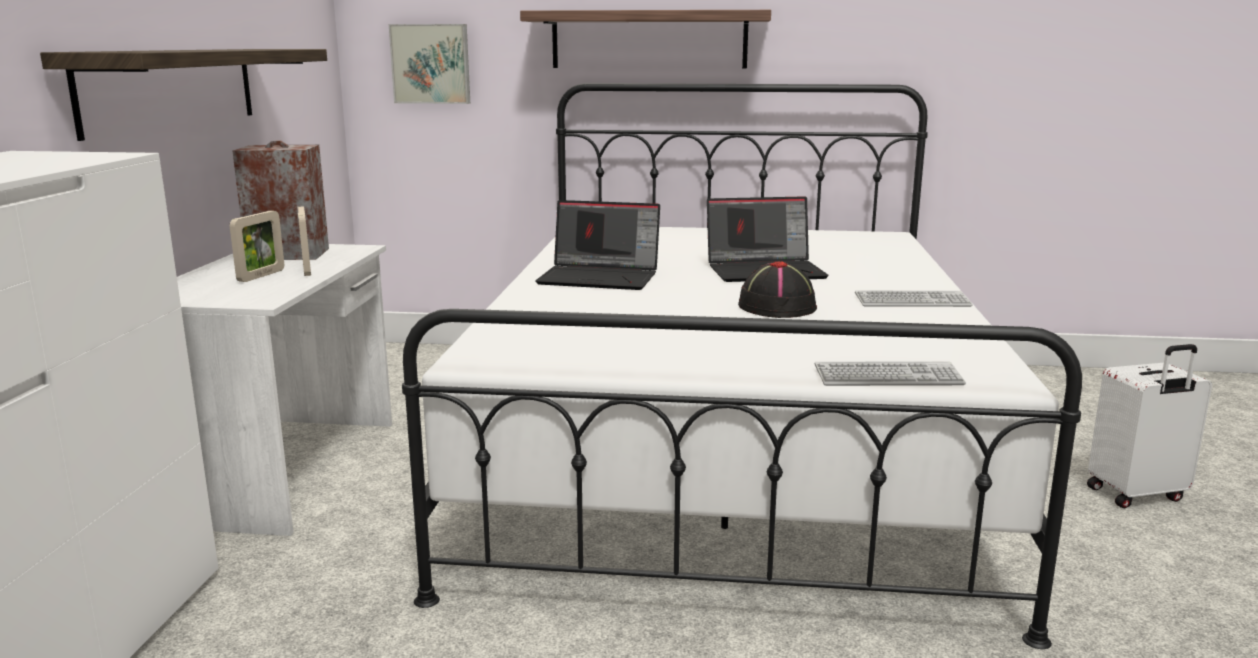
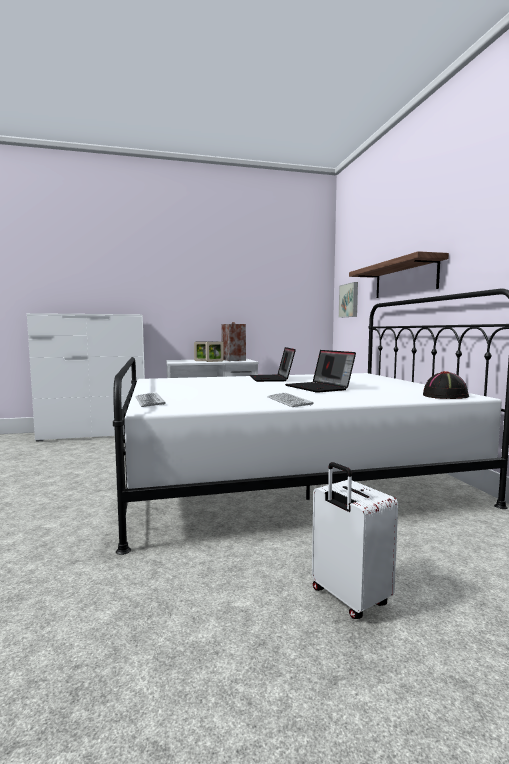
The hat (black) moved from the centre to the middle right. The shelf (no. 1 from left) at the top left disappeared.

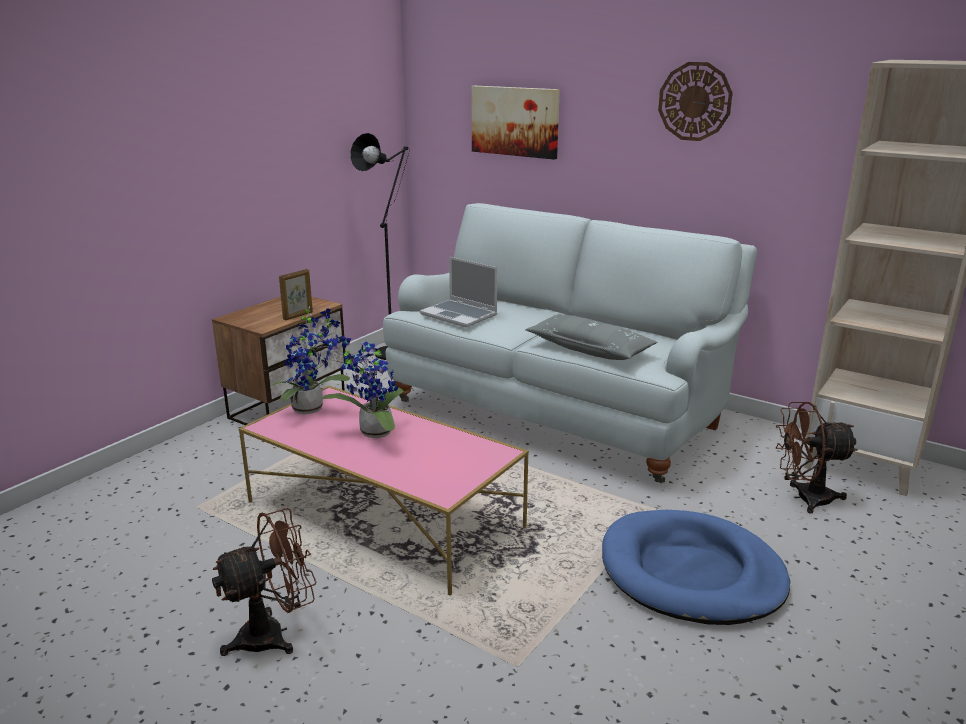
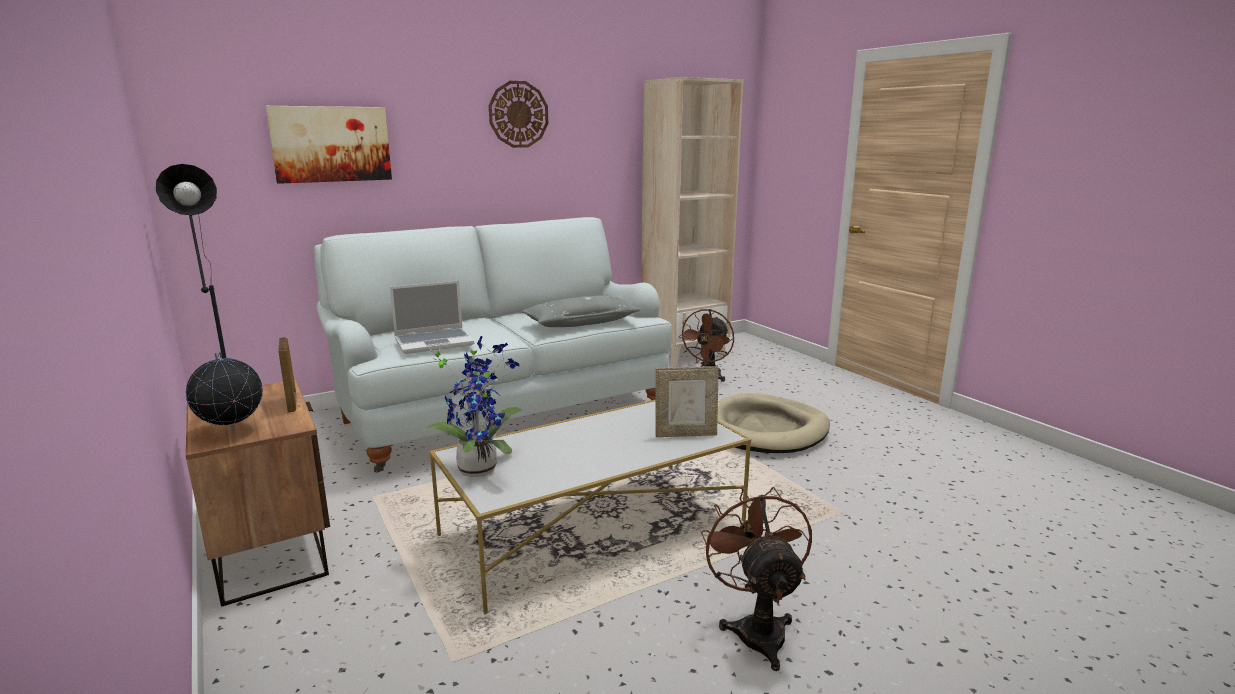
The globe at the middle left appeared. The coffee table (pink) at the bottom centre became the coffee table (white) at the bottom centre. The picture frame (no. 2 from left) at the centre appeared. The dog bed (blue) at the bottom right became the dog bed (beige) at the centre. The potted plant (no. 2 from left) at the centre disappeared.

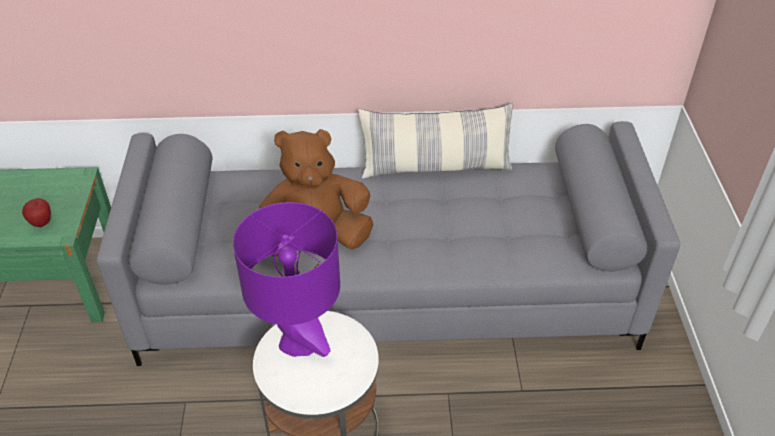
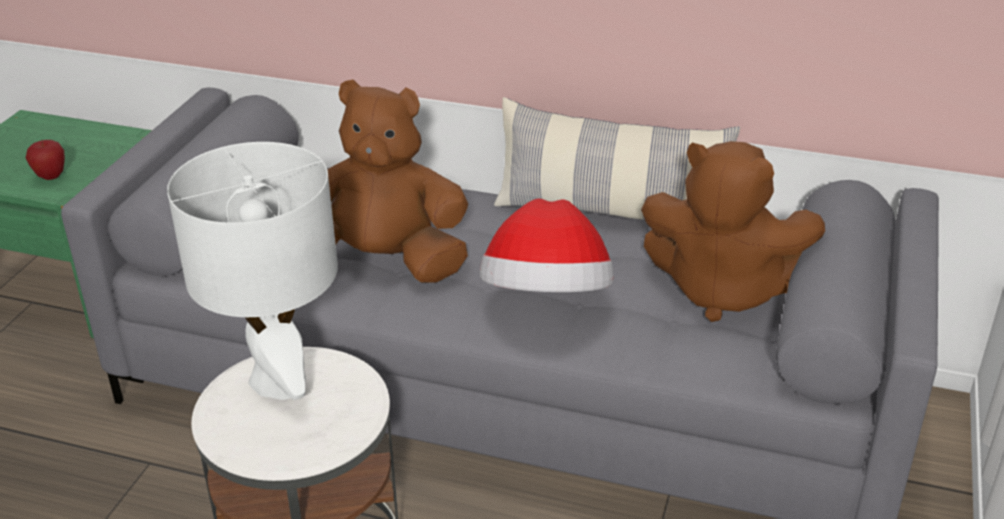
The table lamp (purple) at the centre became the table lamp (white) at the middle left. The hat at the centre appeared. The plush toy (brown) (no. 2 from left) at the middle right appeared.

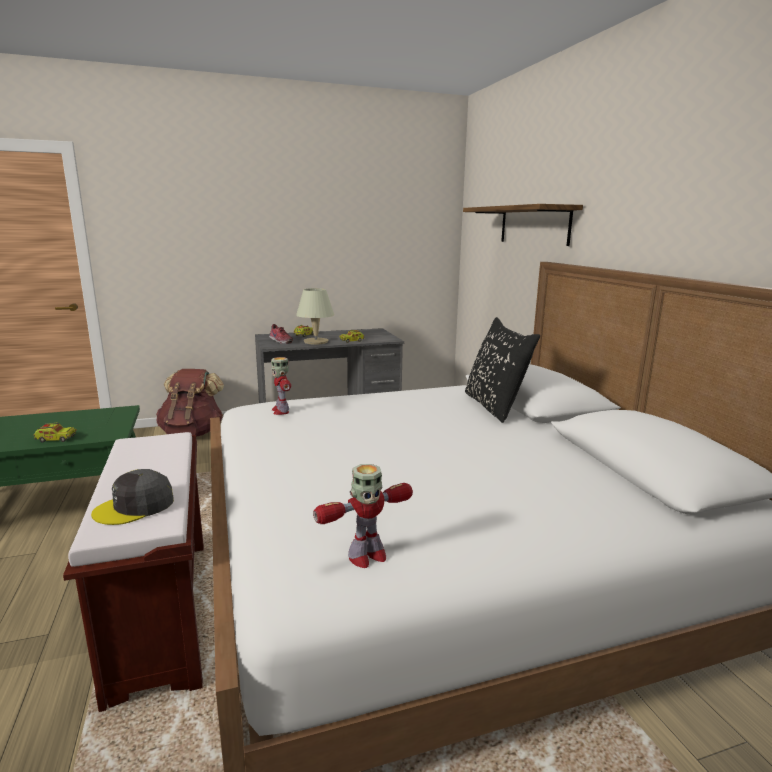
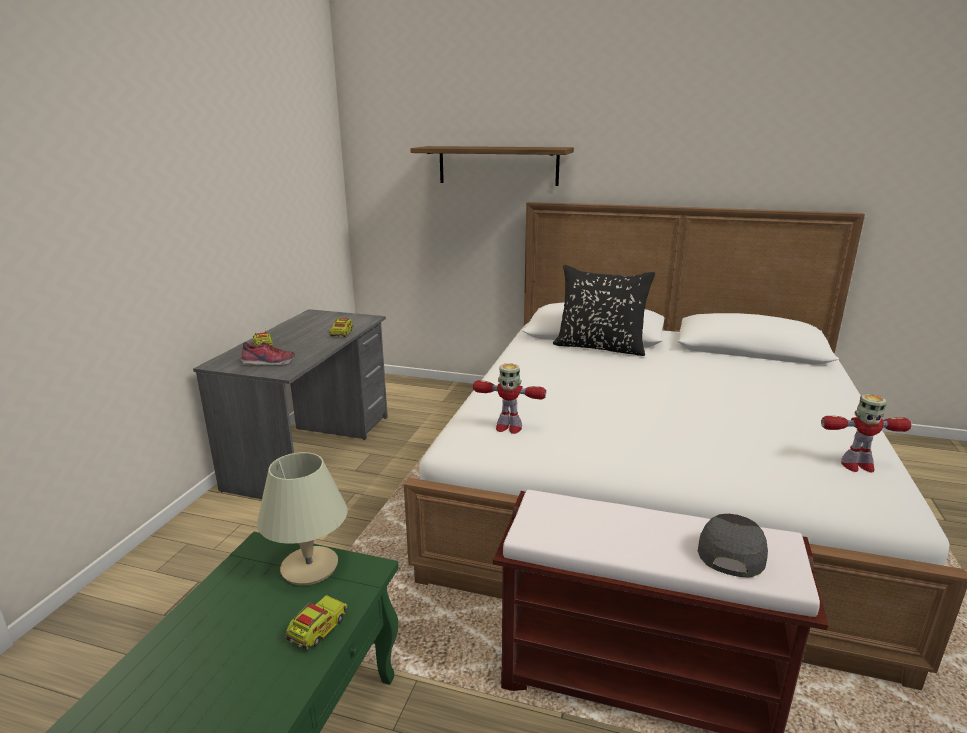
The table lamp (beige) moved from the centre to the bottom left. The cap (grey) at the middle left turned 150 degrees counterclockwise. The toy robot (no. 2 from left) at the bottom centre turned 90 degrees clockwise. The backpack (brown) at the middle left disappeared.

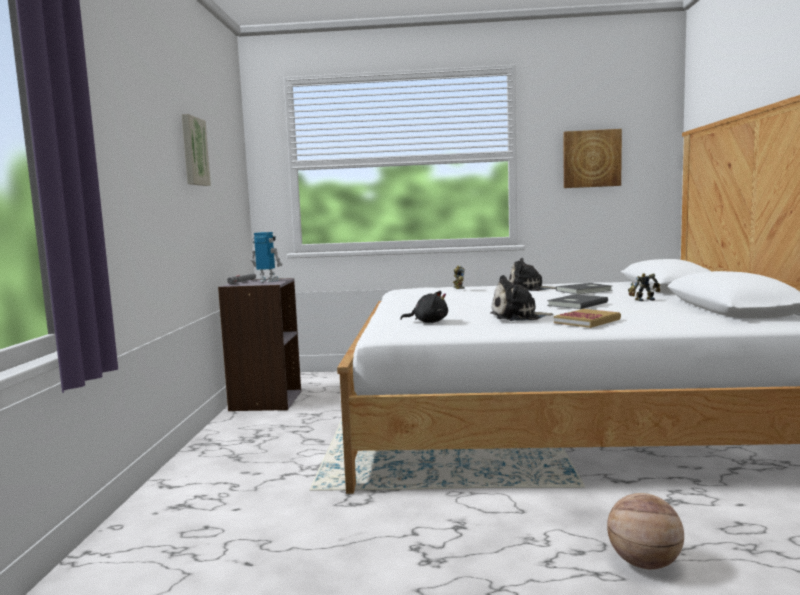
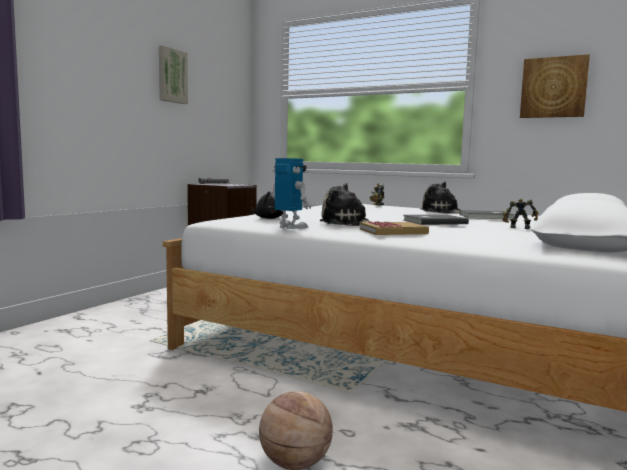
The toy robot (no. 1 from left) moved from the middle left to the centre.

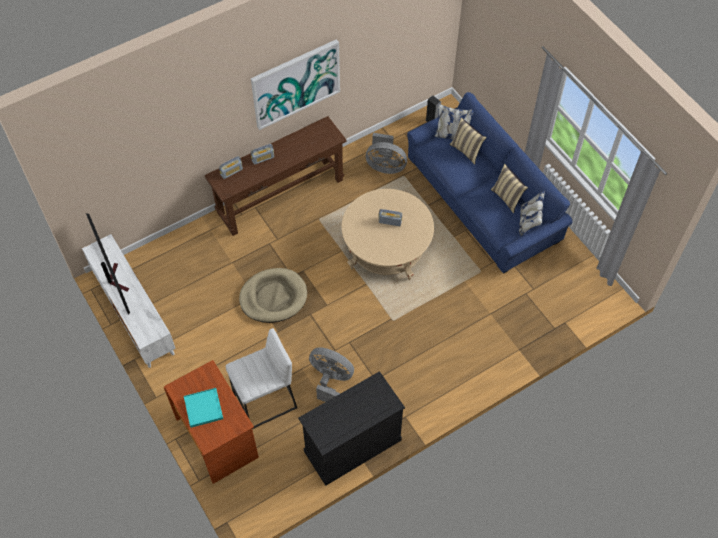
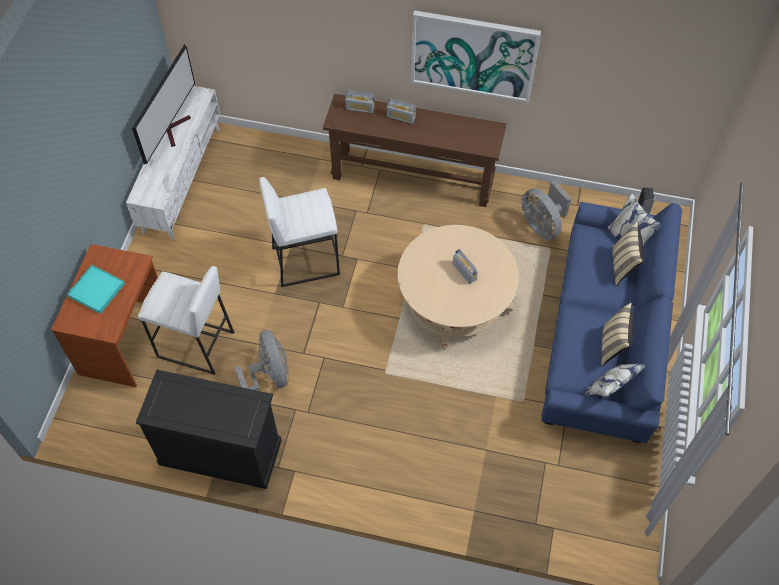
The dog bed (beige) at the centre was replaced by the stool (white) (no. 2 from left) at the centre.

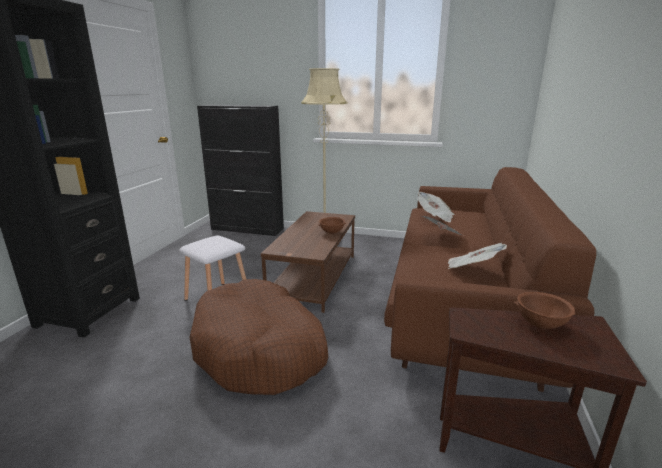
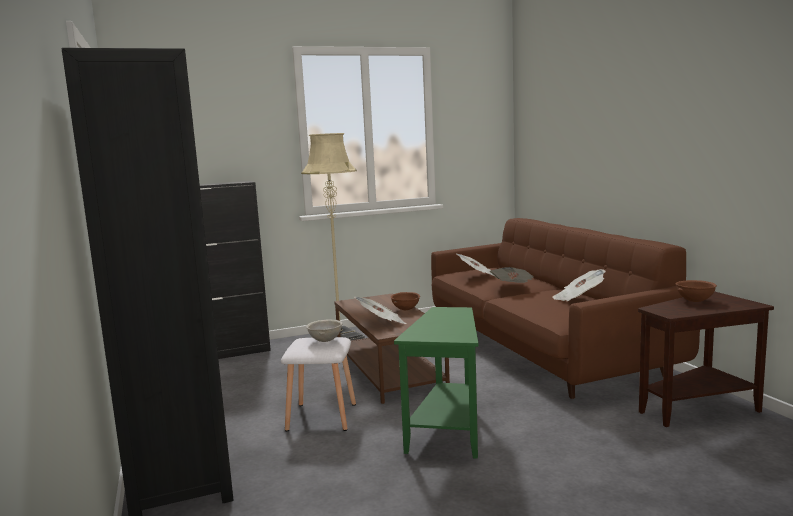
The bowl (grey) at the centre appeared. The newspaper (no. 1 from left) at the centre appeared. The dog bed (brown) at the bottom centre was replaced by the side table (green) at the bottom centre.

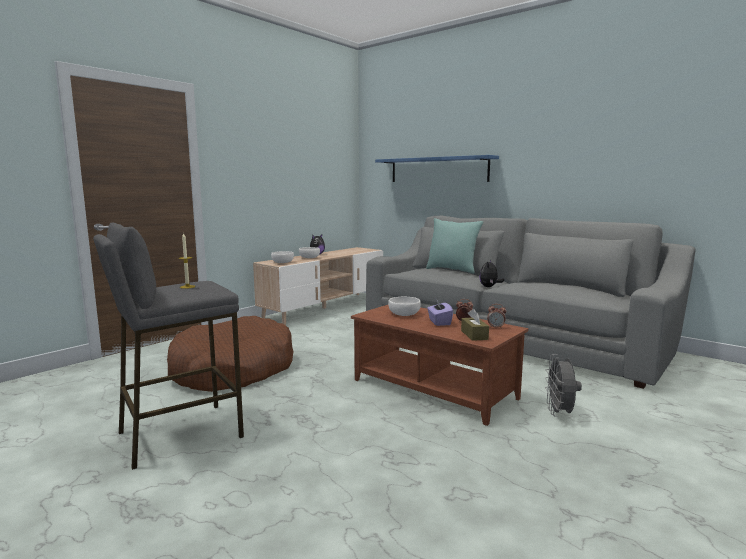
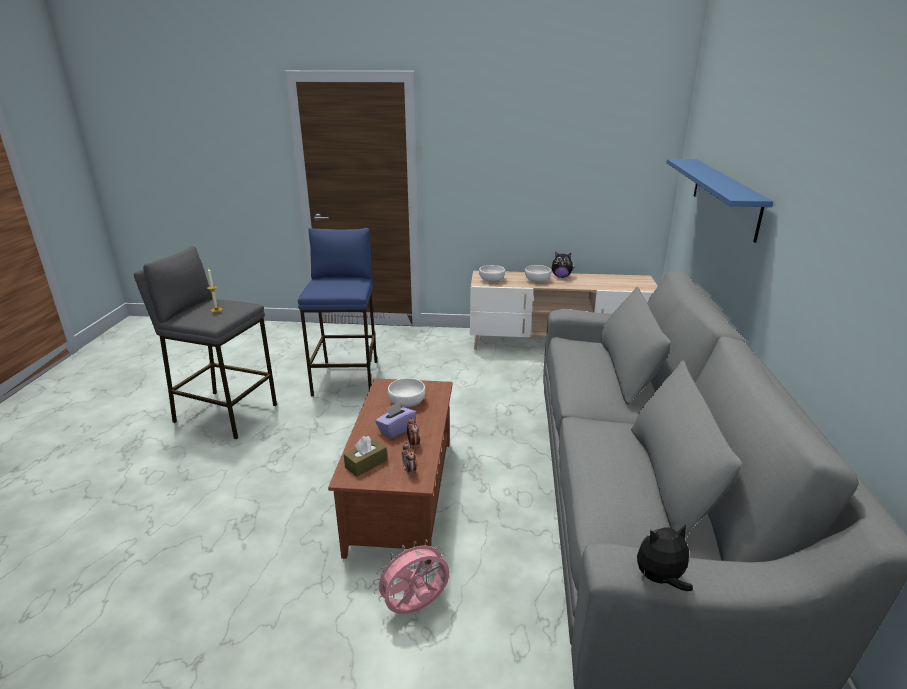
The dog bed (brown) at the middle left was replaced by the stool (blue) at the centre. The fan (grey) at the bottom right became the fan (pink) at the bottom centre. The plush toy (no. 2 from left) moved from the centre to the bottom right. The pillow (turquoise) at the centre disappeared.

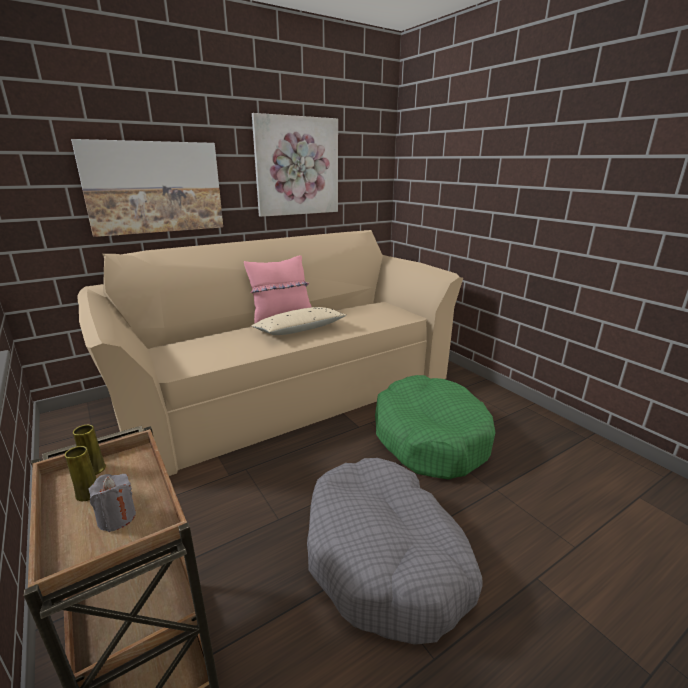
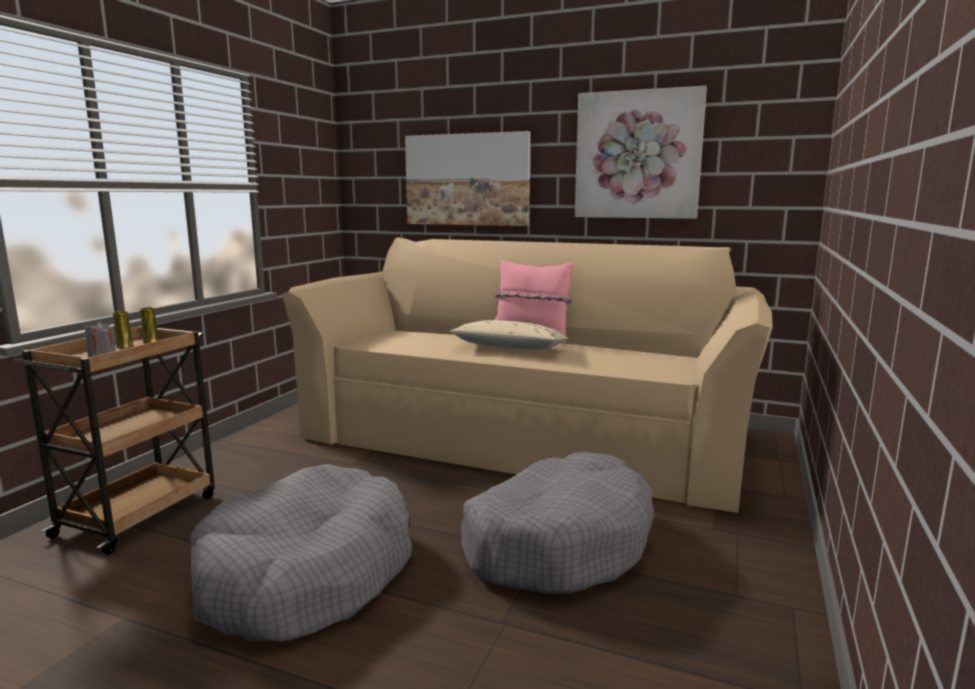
The dog bed (green) at the centre became the dog bed (grey) (no. 2 from left) at the bottom centre.

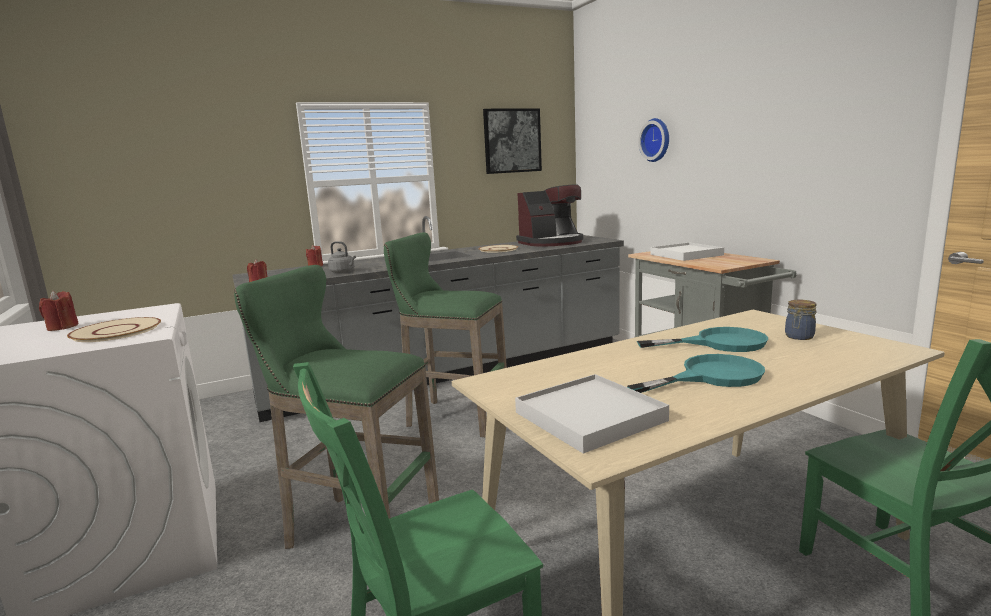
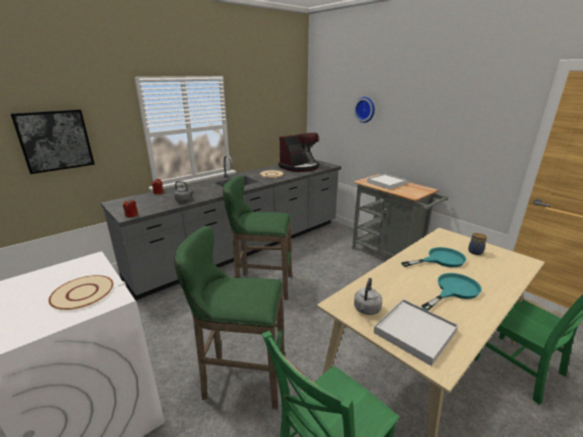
The picture moved from the top centre to the top left. The kettle (grey) (no. 2 from left) at the bottom centre appeared. The candle (red) (no. 1 from left) at the middle left disappeared.

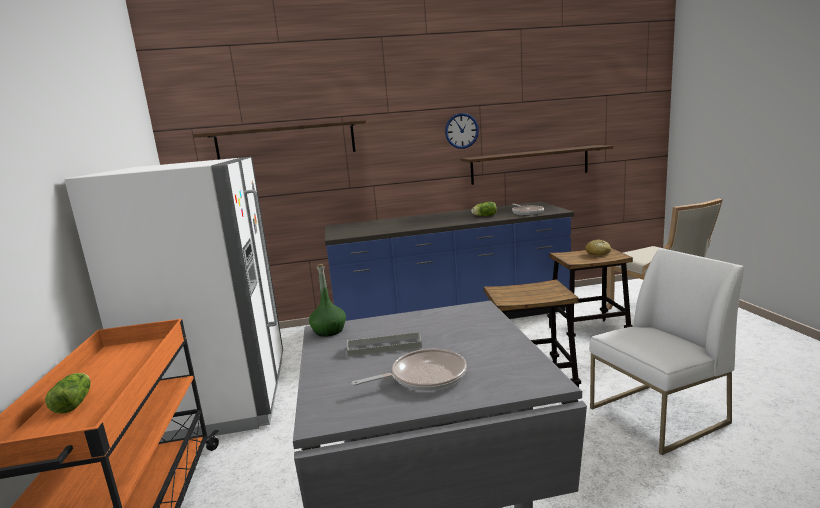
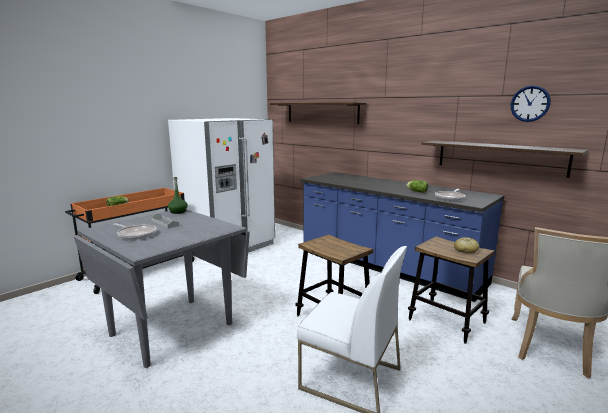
The wall clock moved from the top centre to the top right.

